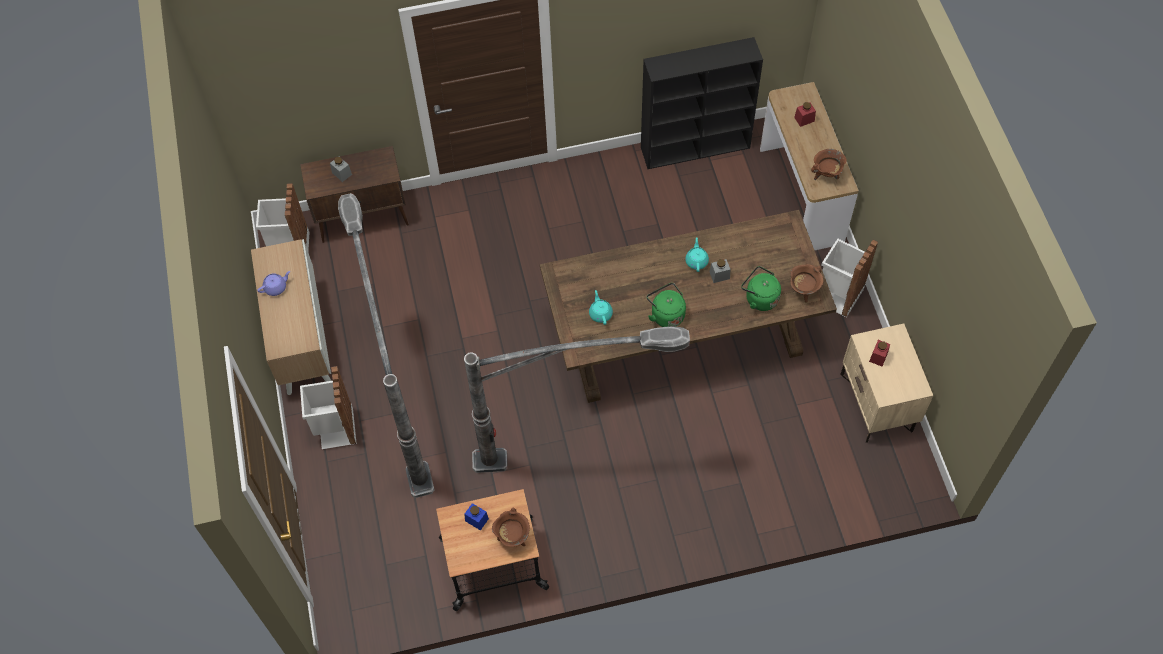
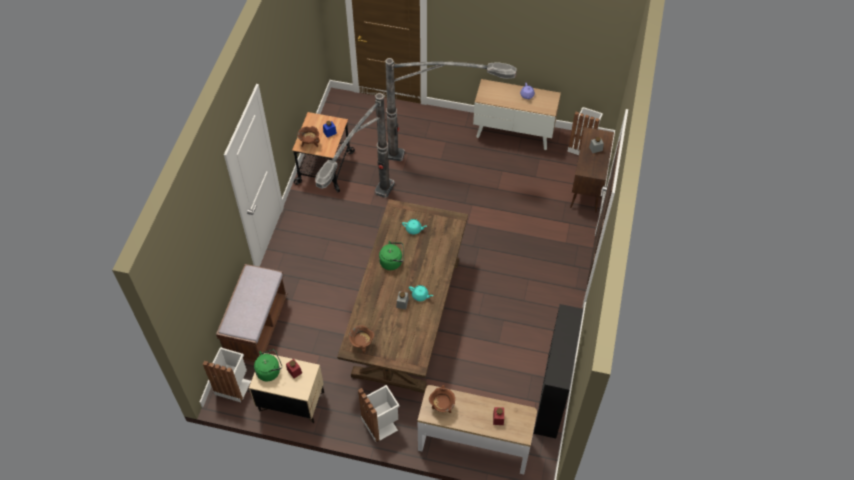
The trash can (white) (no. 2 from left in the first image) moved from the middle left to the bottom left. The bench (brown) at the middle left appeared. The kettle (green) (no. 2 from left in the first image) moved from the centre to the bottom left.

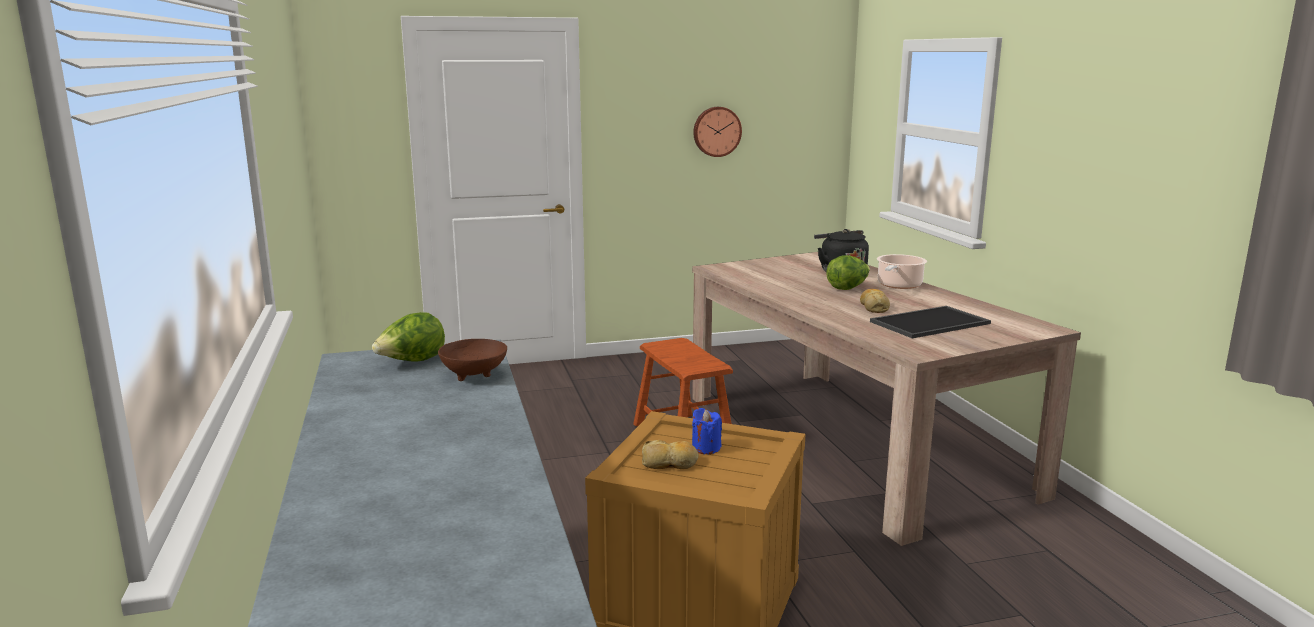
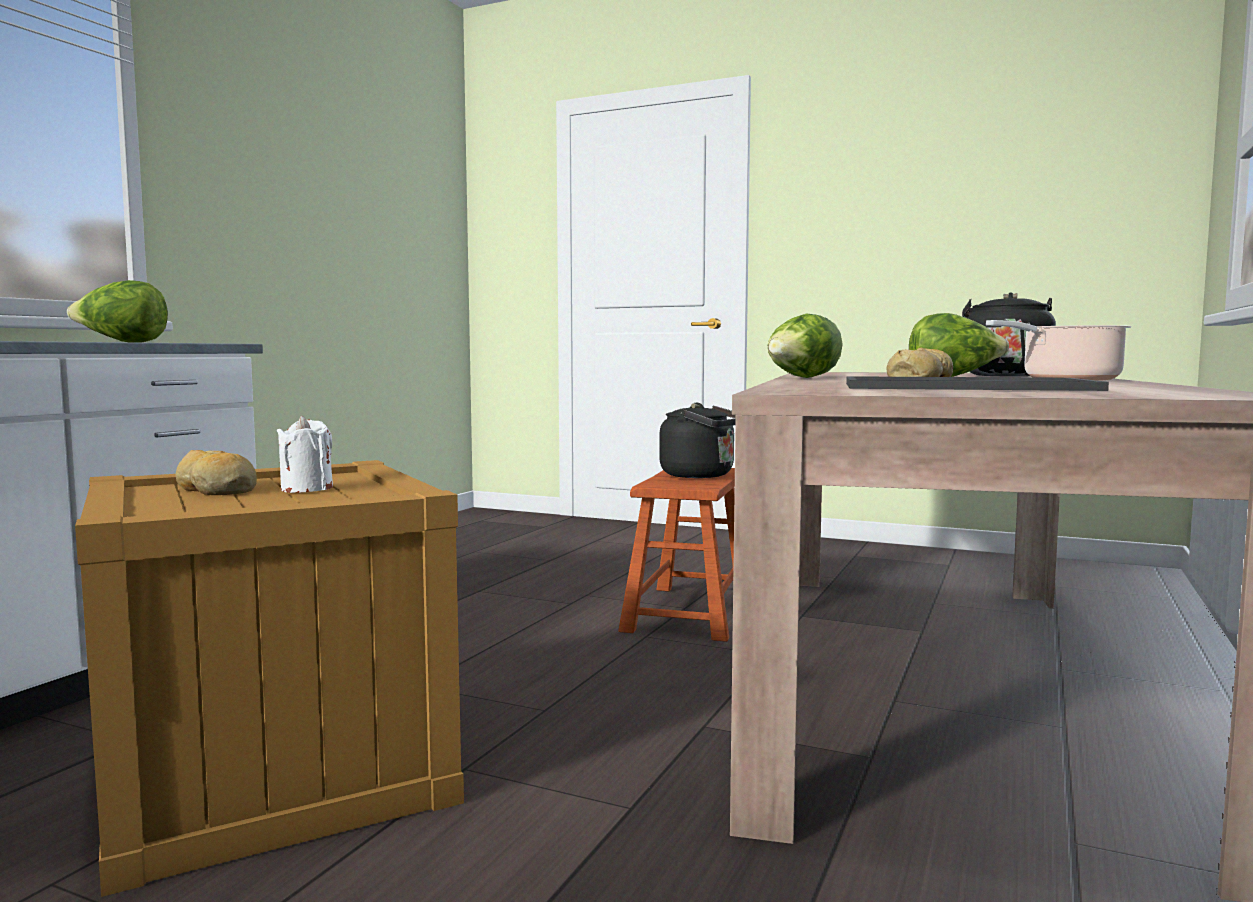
The candle (blue) at the bottom centre became the candle (white) at the middle left. The kettle (black) (no. 1 from left) at the centre appeared. The lettuce (no. 2 from left) at the centre appeared. The bowl (brown) at the centre disappeared. The wall clock at the top centre disappeared.

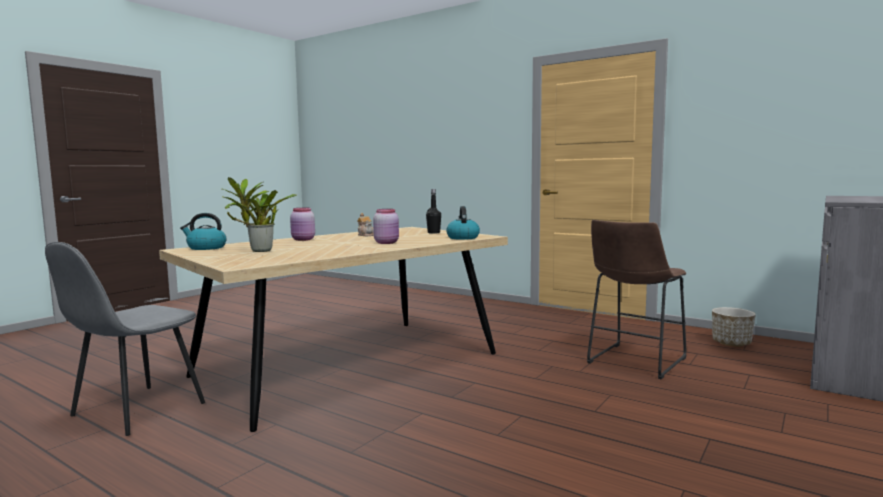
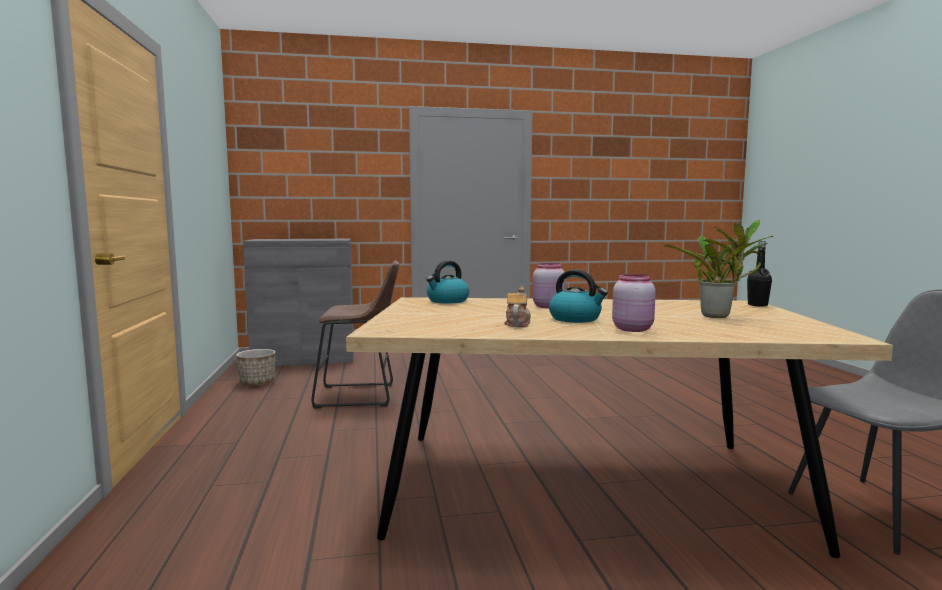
The kettle (no. 1 from left in the first image) moved from the middle left to the centre. The bottle (black) moved from the centre to the middle right.

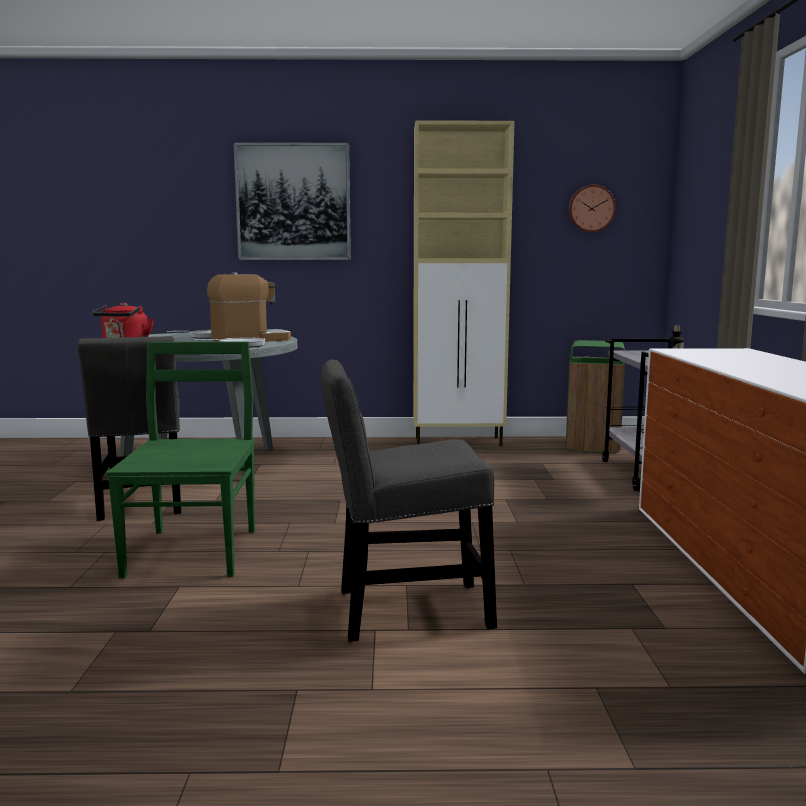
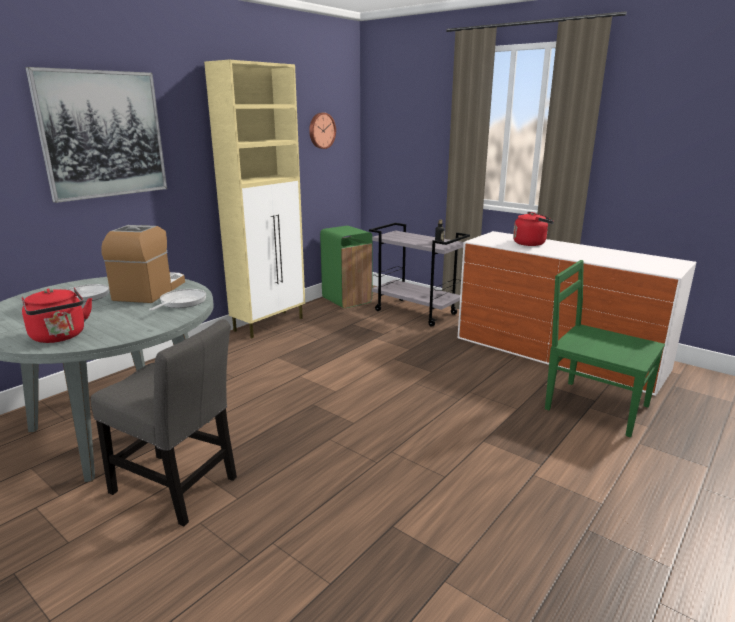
The kettle (red) (no. 2 from left) at the middle right appeared. The chair (green) moved from the middle left to the middle right. The chair (grey) (no. 2 from left) at the centre disappeared.

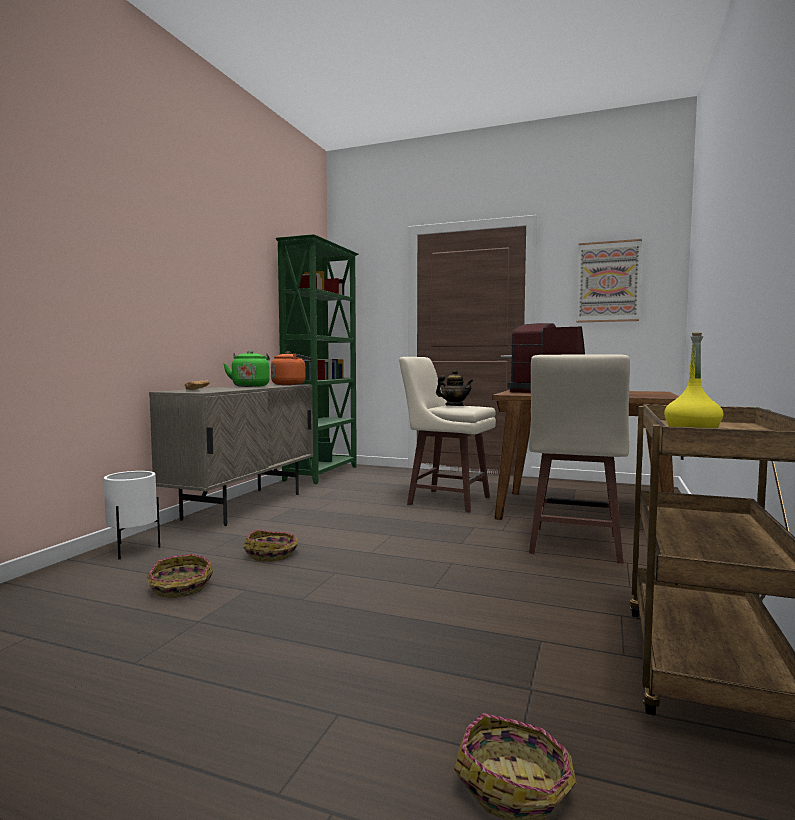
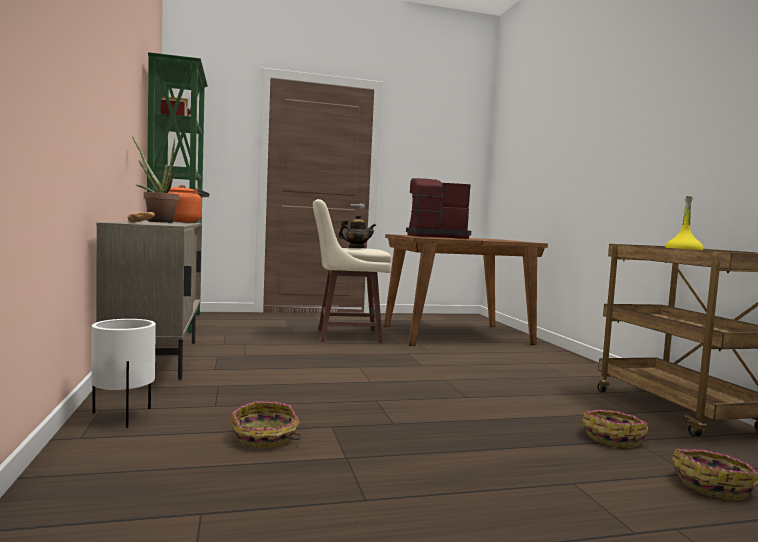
The kettle (green) at the middle left was replaced by the potted plant at the top left. The basket (no. 2 from left) moved from the centre to the bottom right. The stool (beige) (no. 2 from left) at the middle right disappeared. The picture at the middle right disappeared.

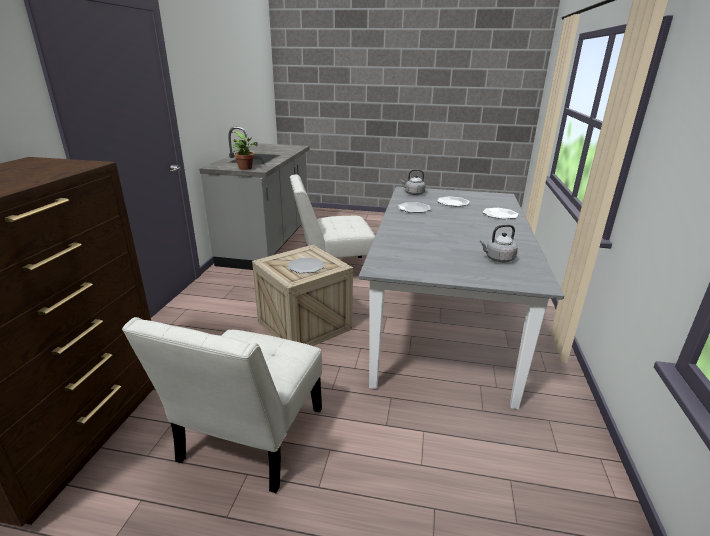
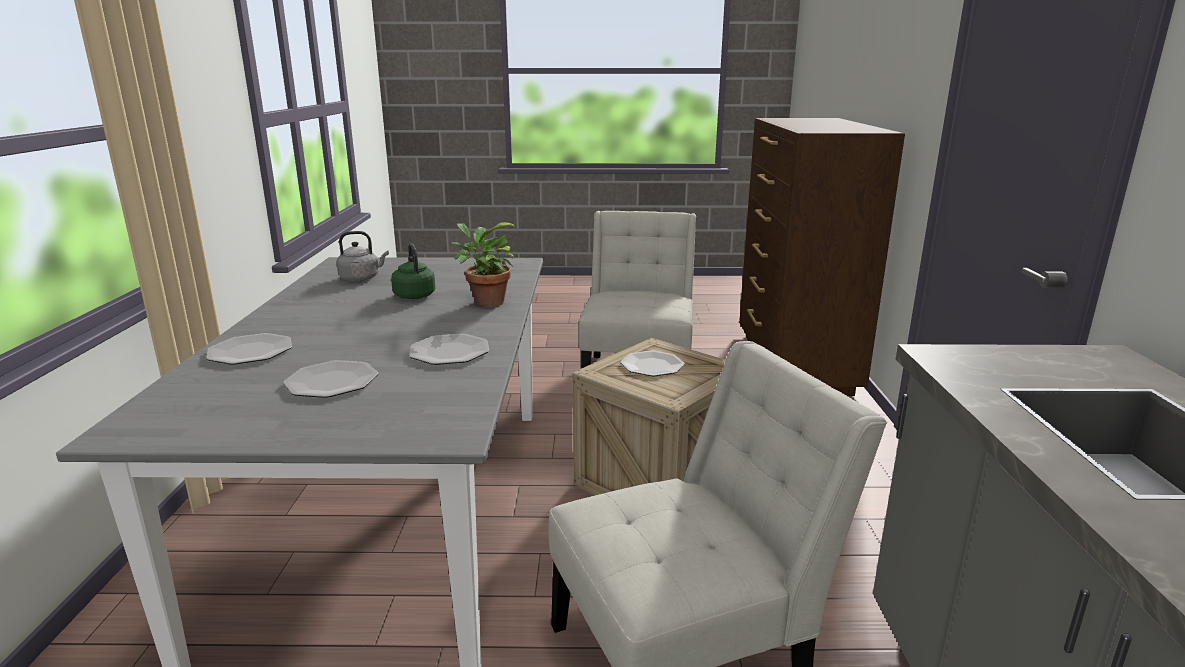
The kettle (green) at the centre appeared. The potted plant moved from the top centre to the centre. The kettle (grey) (no. 1 from left) at the centre disappeared.

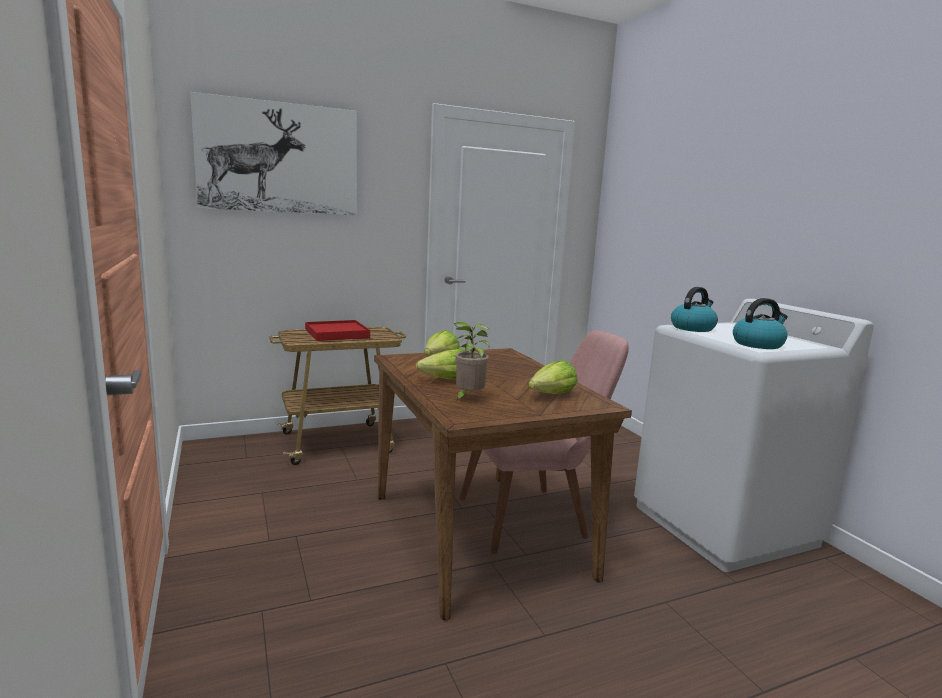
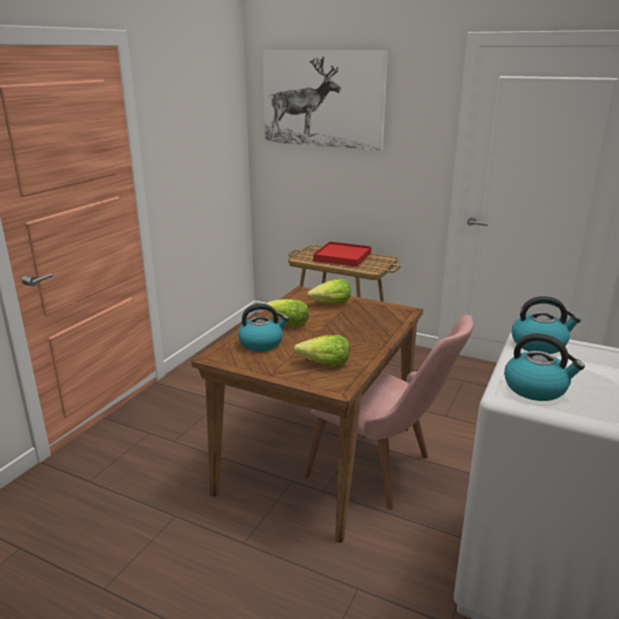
The potted plant at the centre was replaced by the kettle (no. 1 from left) at the centre.

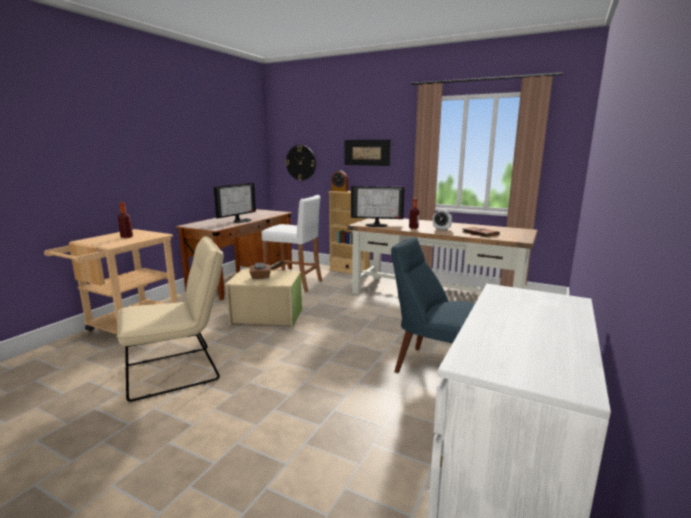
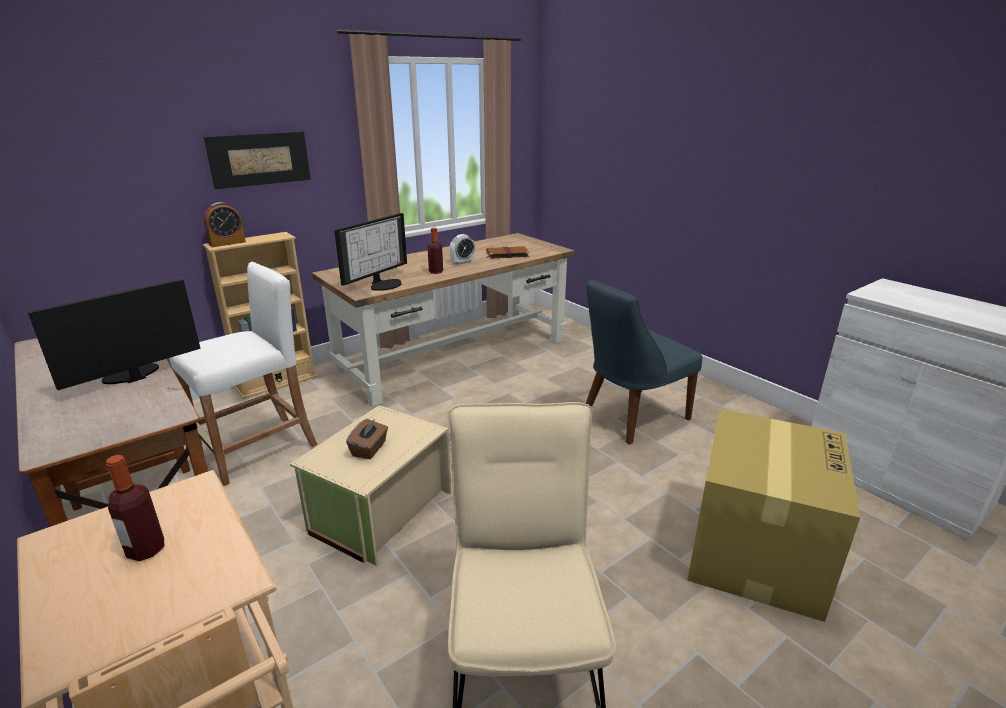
The monitor (no. 1 from left) at the centre turned 105 degrees counterclockwise. The cardboard box at the bottom right appeared. The wall clock at the top centre disappeared.

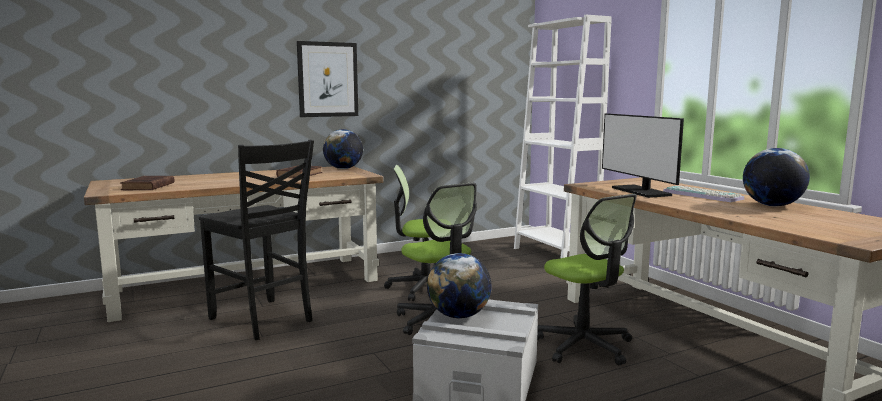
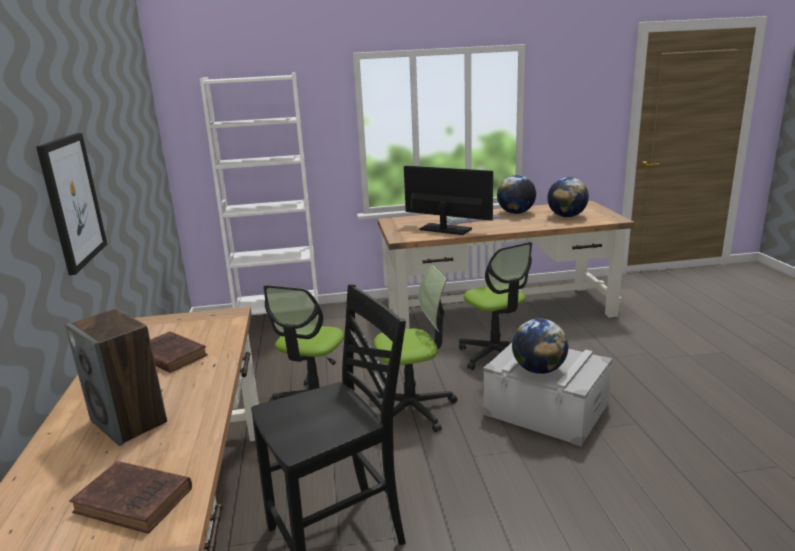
The speaker at the bottom left appeared. The monitor at the middle right turned 150 degrees counterclockwise. The office chair (no. 3 from left) at the bottom centre turned 75 degrees clockwise. The globe (no. 1 from left in the first image) moved from the centre to the middle right.

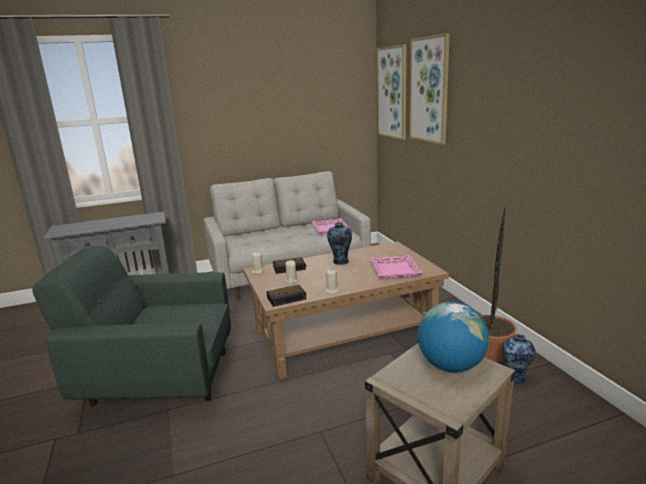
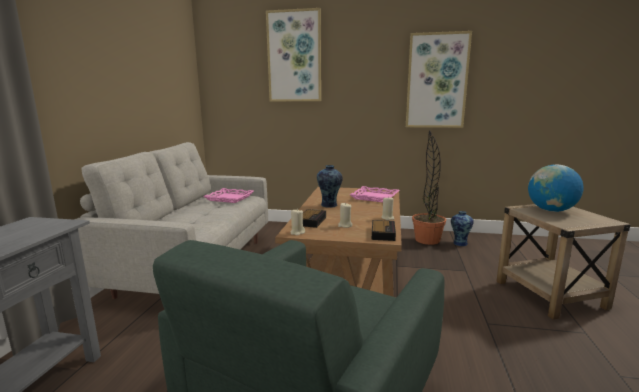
The picture (no. 1 from left in the first image) moved from the top centre to the top right.

